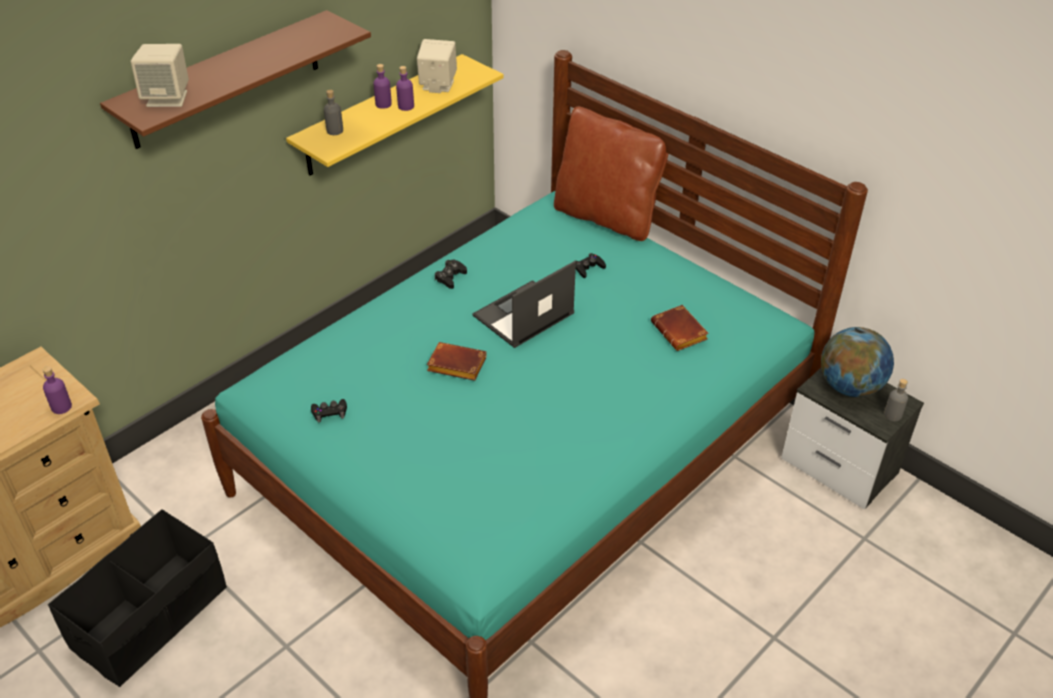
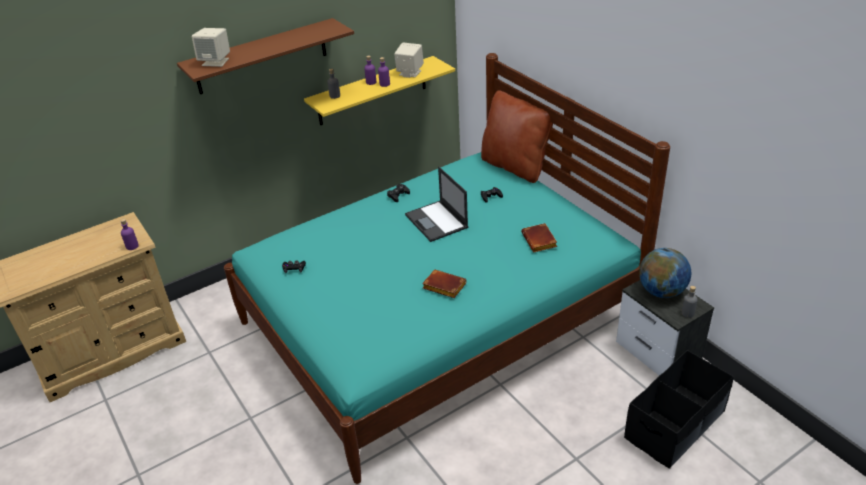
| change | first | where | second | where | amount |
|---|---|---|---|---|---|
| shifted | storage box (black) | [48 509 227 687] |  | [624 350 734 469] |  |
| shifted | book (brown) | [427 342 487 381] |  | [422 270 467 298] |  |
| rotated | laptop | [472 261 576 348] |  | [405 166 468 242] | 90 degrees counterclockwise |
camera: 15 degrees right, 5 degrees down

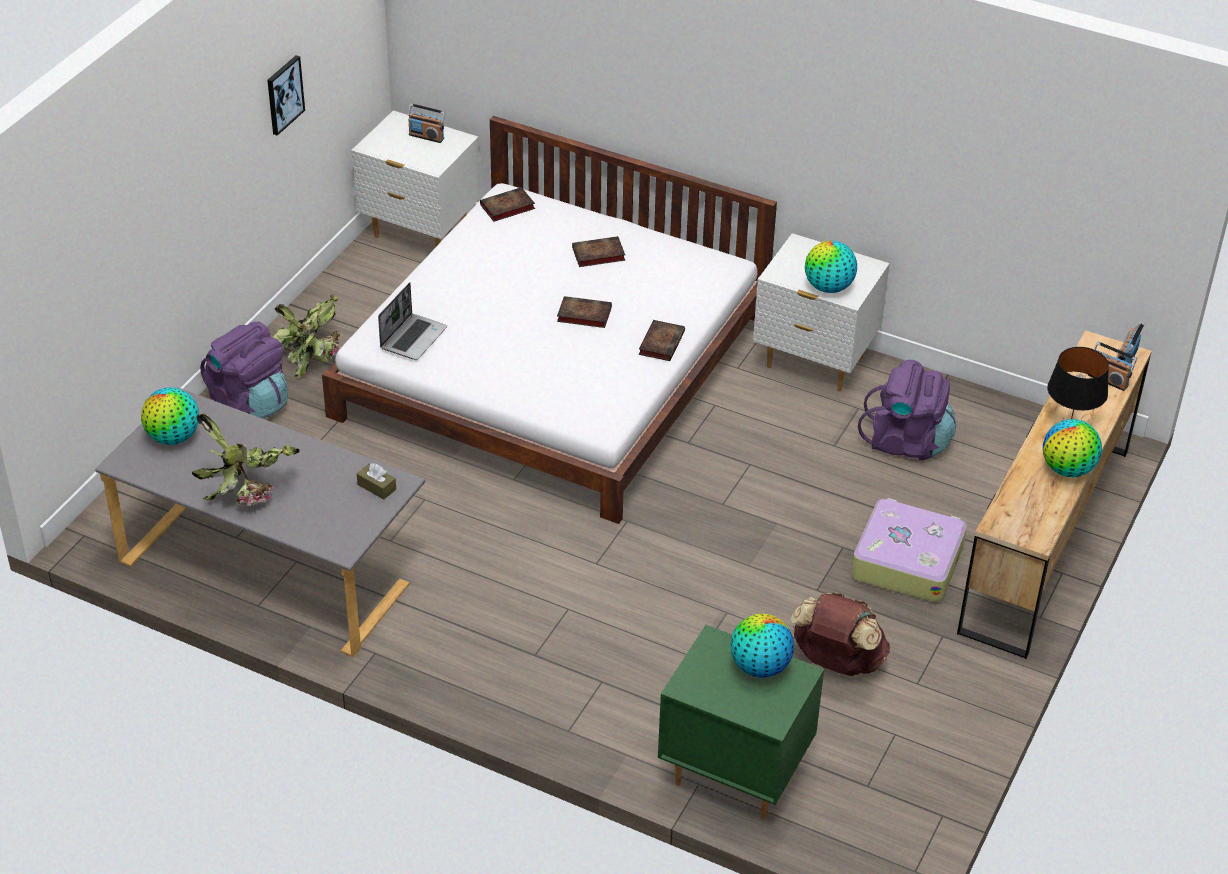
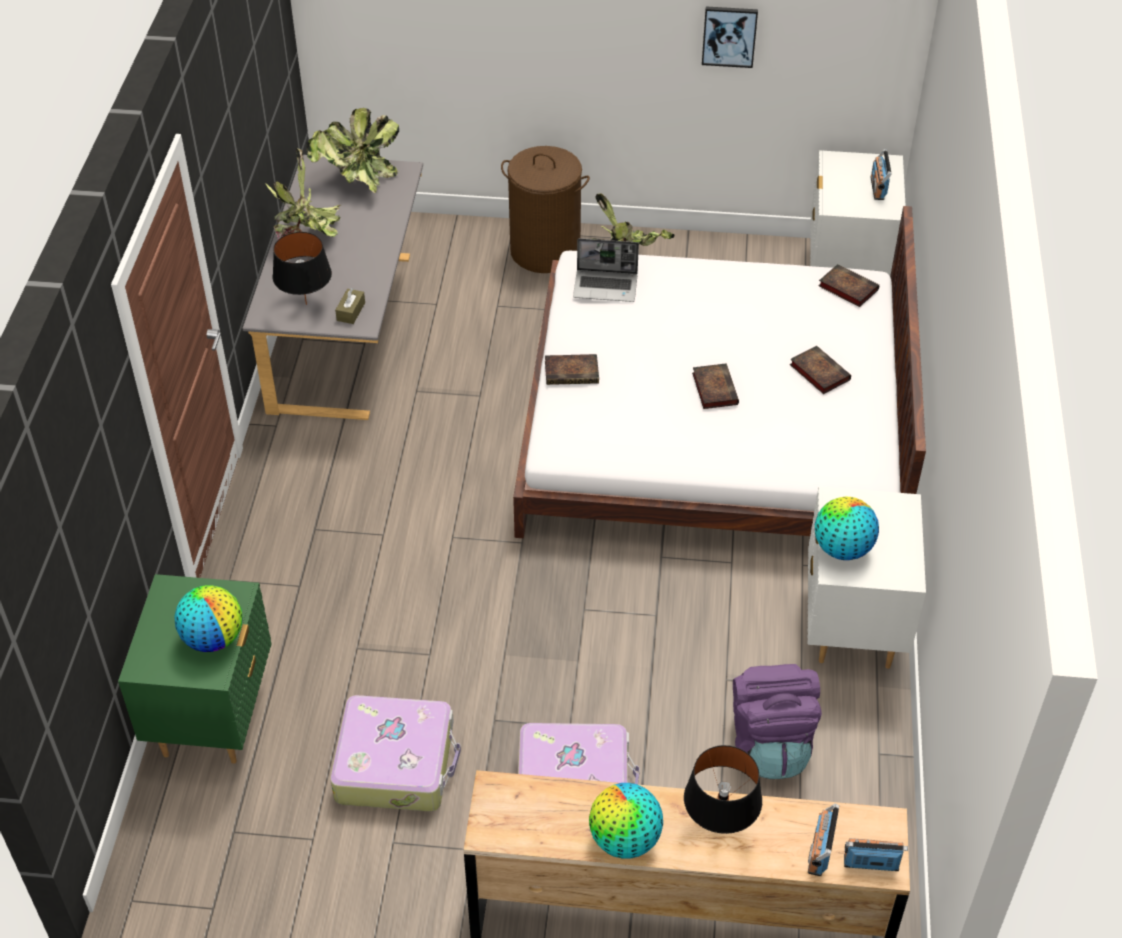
| change | first | where | second | where | amount |
|---|---|---|---|---|---|
| new |  |  | table lamp (black) | [272 232 332 305] |  |
| shifted | book | [639 320 685 361] |  | [545 354 599 385] |  |
| swapped | globe | [141 387 199 445] | potted plant | [306 108 399 193] |  |
| swapped | backpack (purple) | [200 322 288 419] | laundry basket (brown) | [501 146 590 273] |  |
| swapped | backpack (brown) | [791 592 890 676] | suitcase | [330 695 461 811] |  |
camera: 70 degrees right, 5 degrees up

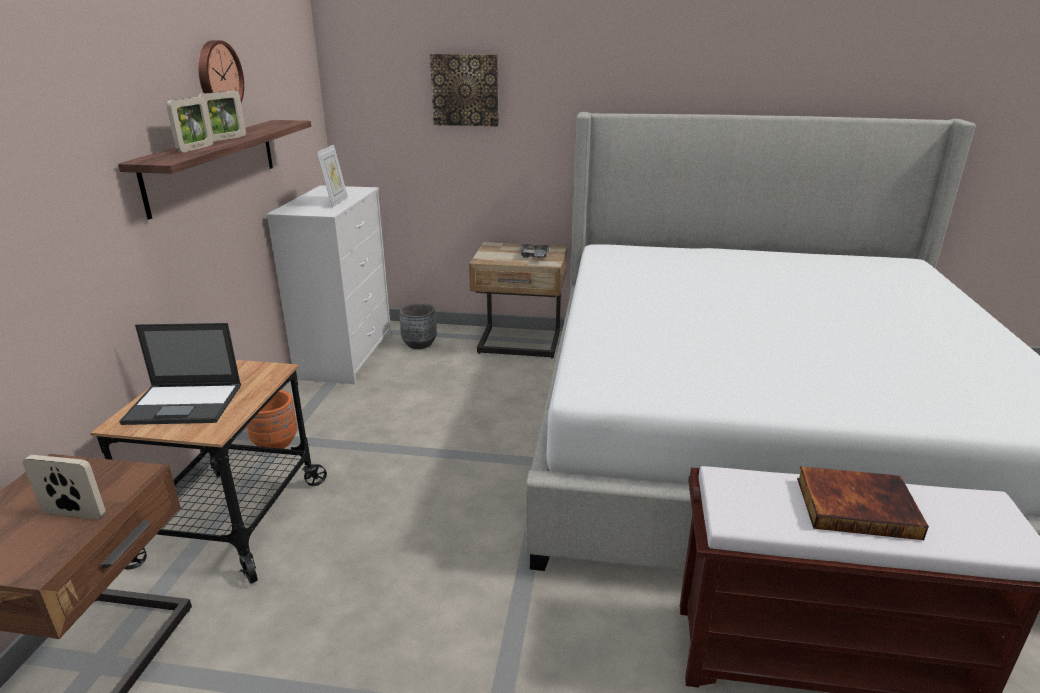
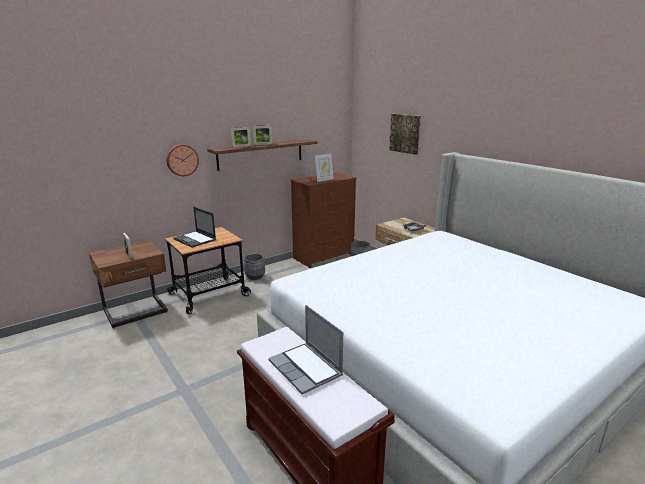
| change | first | where | second | where | amount |
|---|---|---|---|---|---|
| shifted | wall clock | [198 40 244 103] |  | [166 144 199 176] |  |
| swapped | book | [797 466 929 540] | laptop | [268 305 343 394] |  |
| repainted | planter (orange) | [247 390 297 449] | planter (grey) | [244 253 265 280] |  |
| repainted | dresser (white) | [266 185 391 384] | dresser (brown) | [291 173 357 268] |  |
camera: 45 degrees right, 5 degrees down

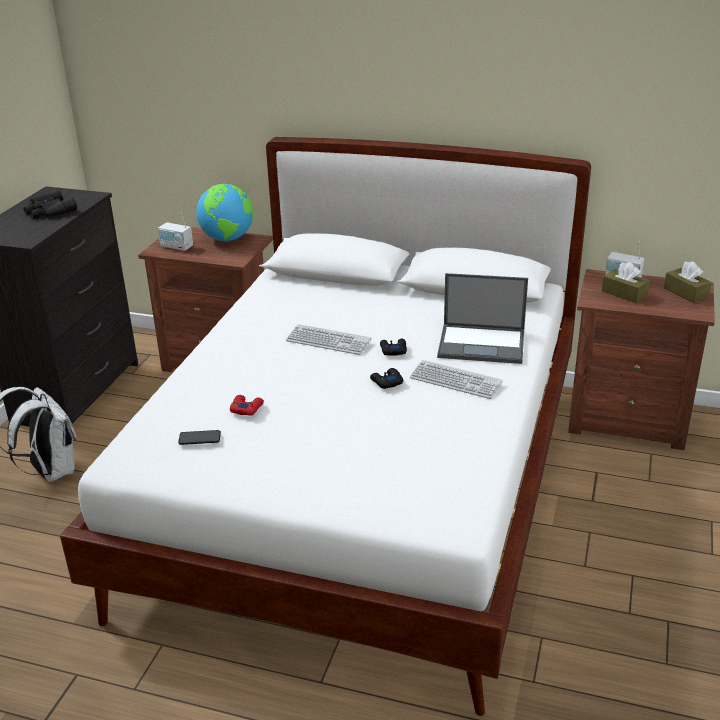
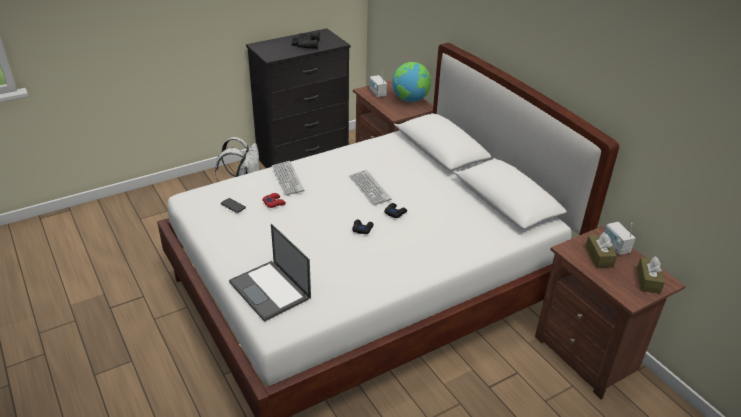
| change | first | where | second | where | amount |
|---|---|---|---|---|---|
| shifted | keyboard | [410 360 503 399] |  | [272 161 304 196] |  |
| shifted | laptop | [437 273 528 364] |  | [229 224 311 322] |  |
camera: 40 degrees right, 5 degrees up

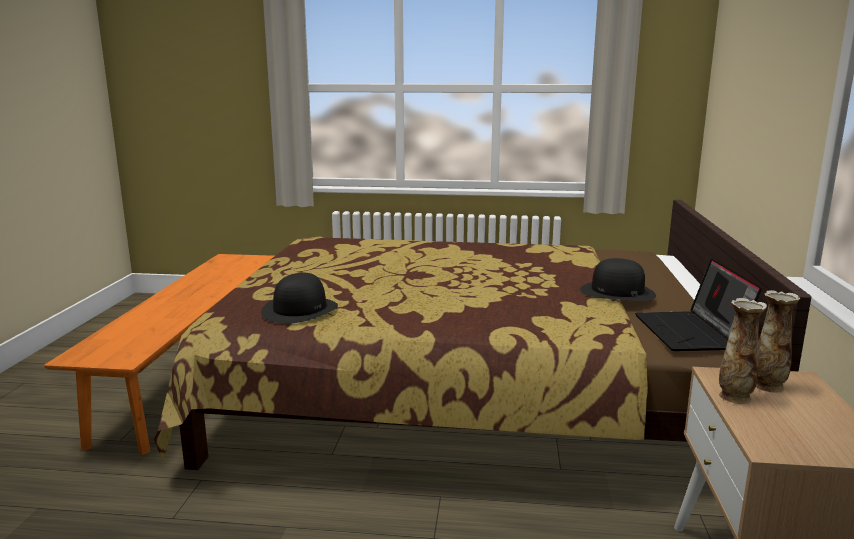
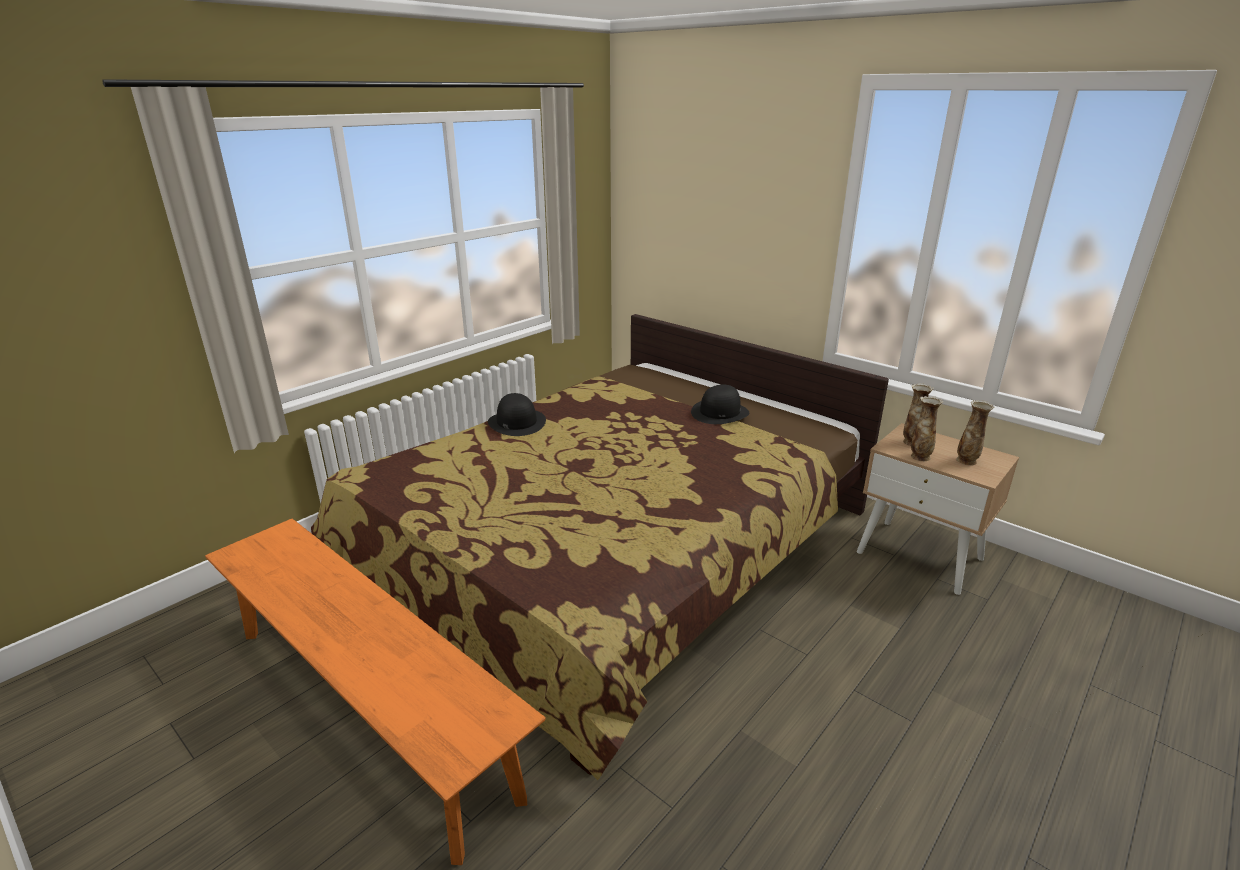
| change | first | where | second | where | amount |
|---|---|---|---|---|---|
| gone | laptop | [635 258 762 351] |  |  |  |
| new |  |  | vase | [956 400 995 466] |  |
| shifted | hat (black) | [261 273 338 324] |  | [488 393 546 436] |  |
camera: 55 degrees left, 10 degrees up

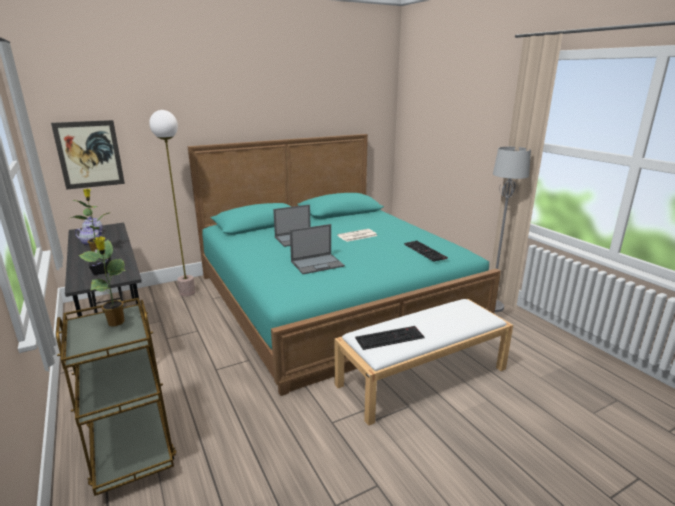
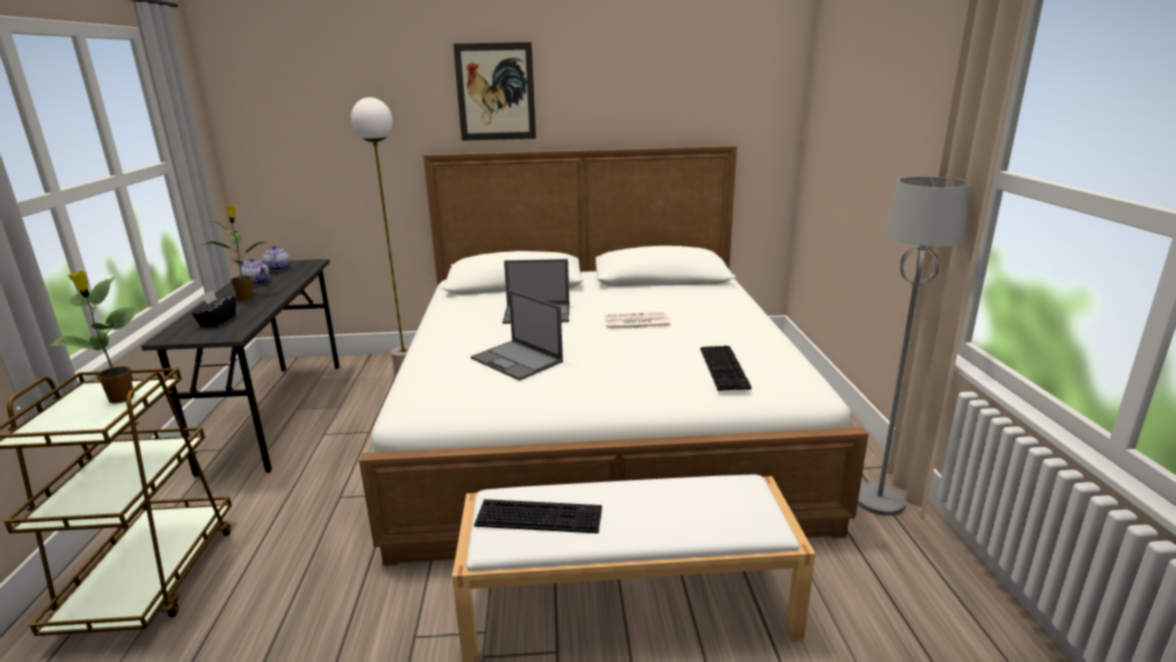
| change | first | where | second | where | amount |
|---|---|---|---|---|---|
| shifted | picture | [51 120 125 190] |  | [453 42 536 141] |  |
| repainted | bed (turquoise) | [188 134 501 396] | bed (white) | [359 145 869 566] |  |
| rotated | laptop | [290 224 345 274] |  | [471 290 563 381] | 45 degrees clockwise |
camera: 25 degrees right, 0 degrees up

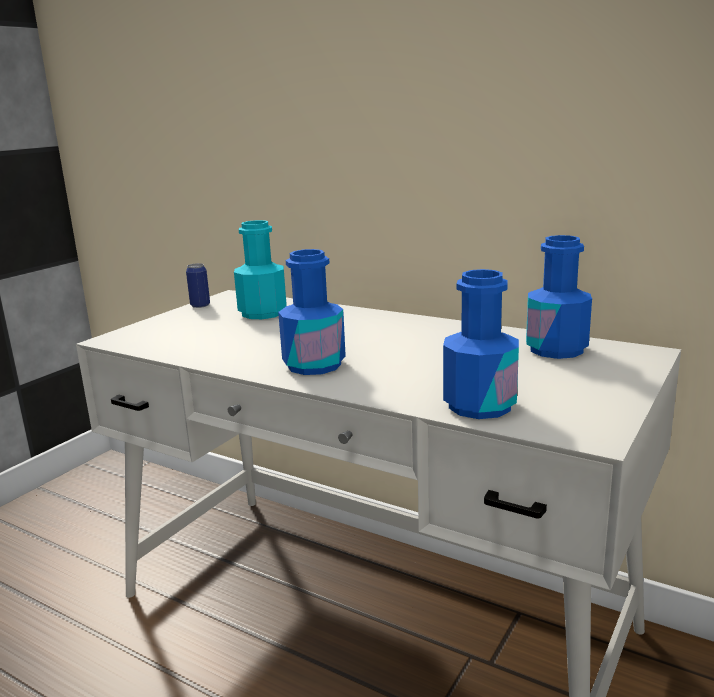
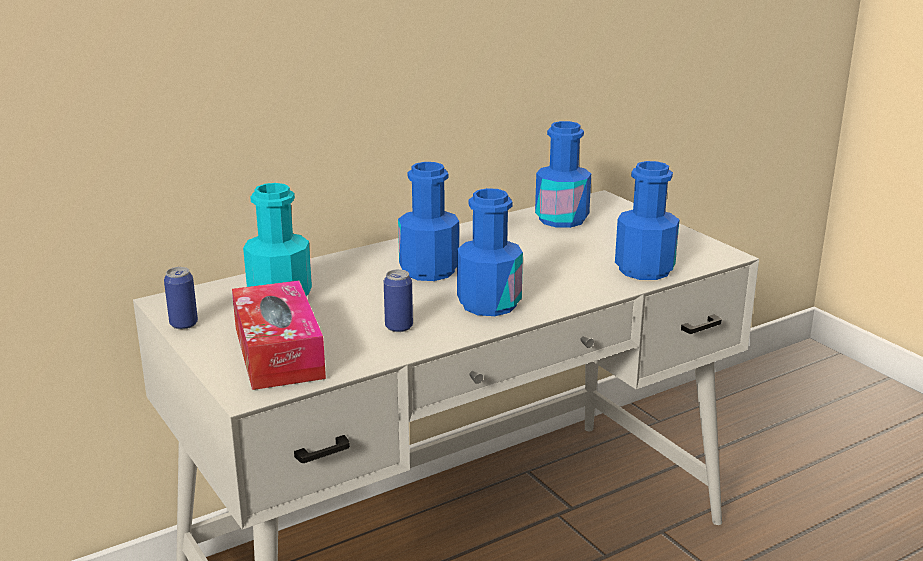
| change | first | where | second | where | amount |
|---|---|---|---|---|---|
| new |  |  | tissue box | [232 281 326 390] |  |
| new |  |  | can | [384 269 413 332] |  |
| new |  |  | bottle (blue) | [398 162 459 281] |  |
camera: 65 degrees left, 5 degrees up

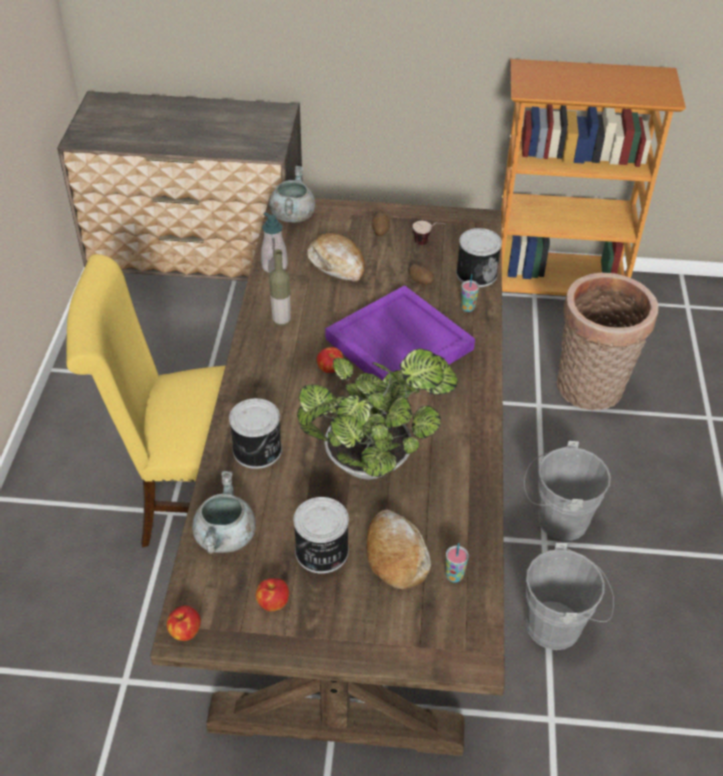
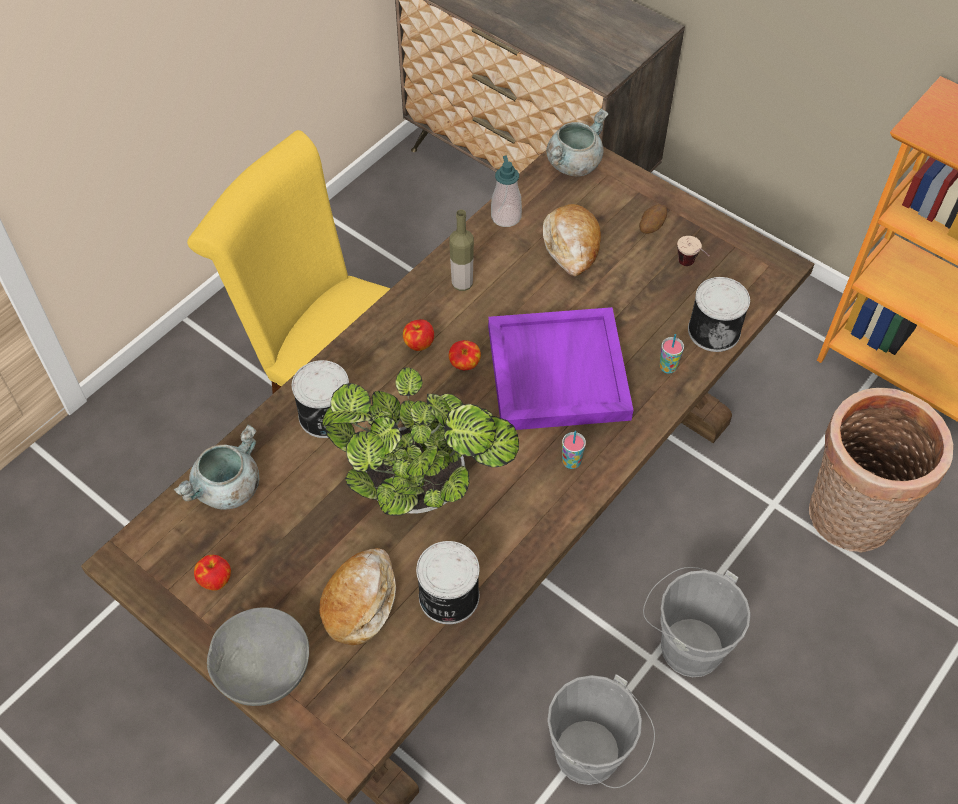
| change | first | where | second | where | amount |
|---|---|---|---|---|---|
| gone | potato | [409 264 435 285] |  |  |  |
| new |  |  | bowl (grey) | [207 607 309 706] |  |
| shifted | apple | [167 606 201 641] |  | [403 319 434 351] |  |
| shifted | can | [293 497 349 574] |  | [416 541 479 624] |  |
| shifted | cup | [445 543 469 583] |  | [562 431 586 469] |  |
camera: 35 degrees right, 10 degrees up

